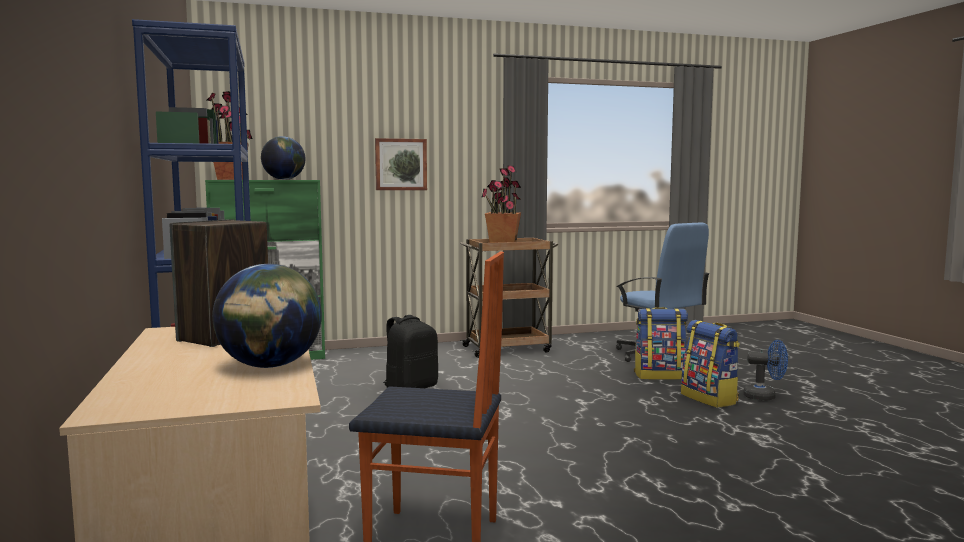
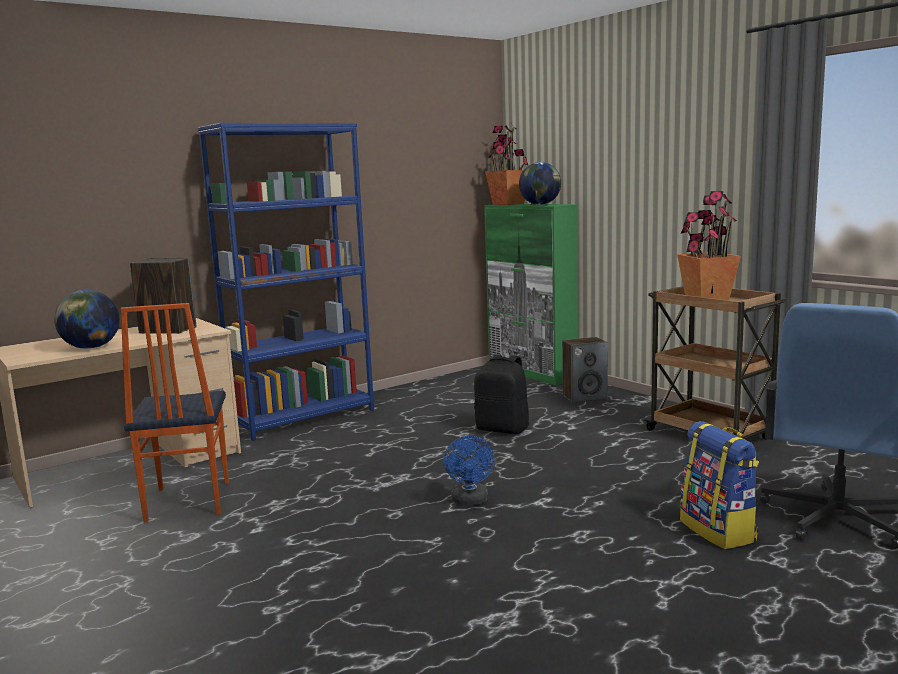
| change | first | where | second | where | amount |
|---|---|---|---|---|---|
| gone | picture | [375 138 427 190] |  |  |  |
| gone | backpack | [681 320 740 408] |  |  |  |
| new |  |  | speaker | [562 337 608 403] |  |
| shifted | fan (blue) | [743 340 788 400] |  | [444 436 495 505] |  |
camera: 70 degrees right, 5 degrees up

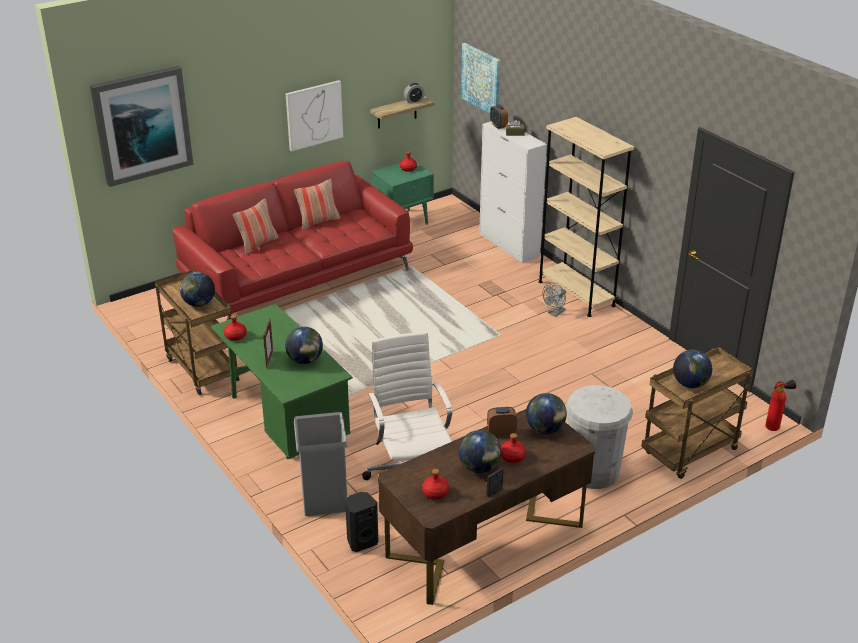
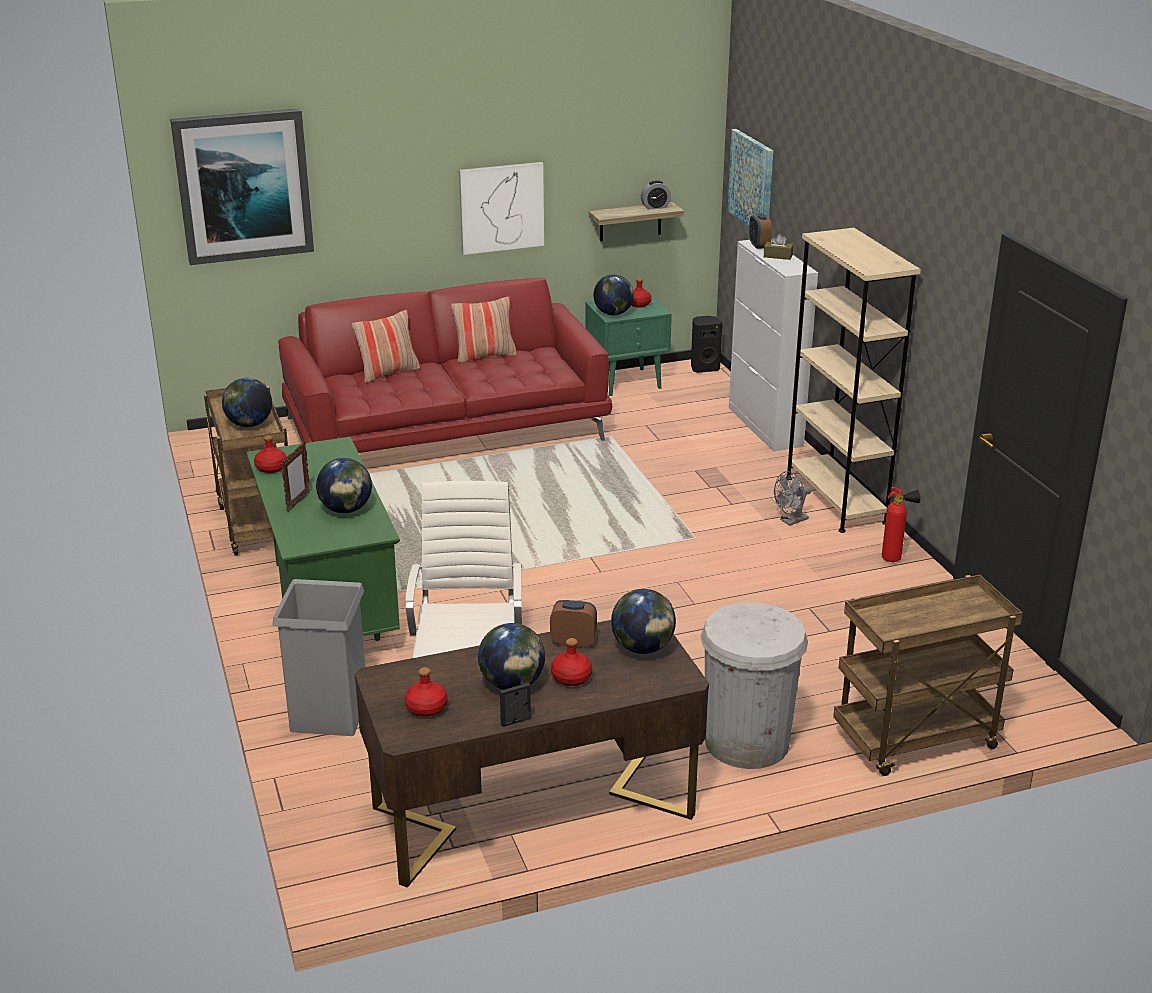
| change | first | where | second | where | amount |
|---|---|---|---|---|---|
| shifted | speaker (black) | [345 492 378 552] |  | [691 316 722 373] |  |
| shifted | globe | [673 350 712 388] |  | [593 274 634 315] |  |
| shifted | fire extinguisher | [765 379 796 431] |  | [882 487 921 562] |  |
camera: 15 degrees right, 5 degrees down

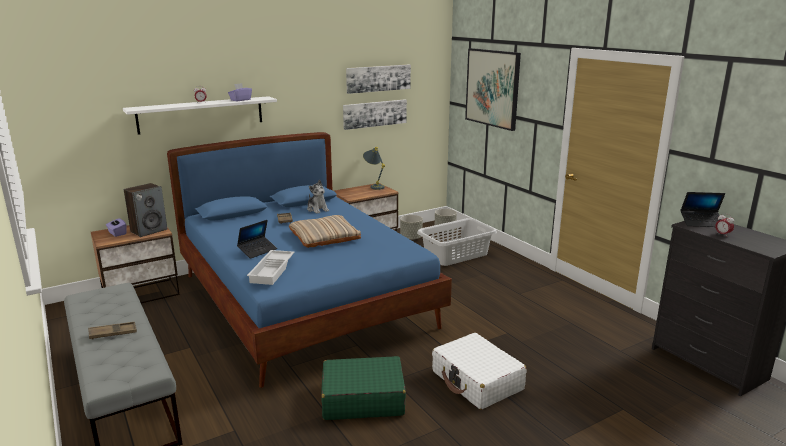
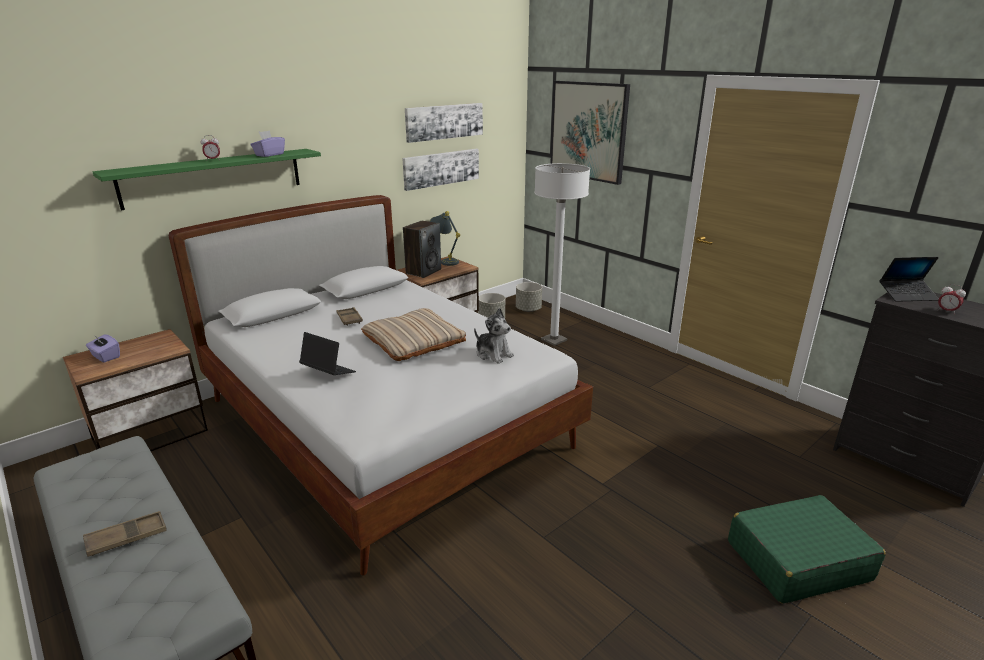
| change | first | where | second | where | amount |
|---|---|---|---|---|---|
| gone | tray (white) | [247 250 294 285] |  |  |  |
| gone | suitcase (white) | [432 333 527 410] |  |  |  |
| shifted | speaker | [124 183 167 237] |  | [403 221 441 278] |  |
| shifted | plush toy | [307 179 329 214] |  | [474 308 514 364] |  |
| shifted | suitcase (green) | [321 356 406 420] |  | [728 495 886 604] |  |
| swapped | laundry basket (grey) | [417 218 497 266] | floor lamp (white) | [534 163 590 346] |  |
| repainted | shelf (white) | [123 96 277 135] | shelf (green) | [92 149 321 210] |  |
| repainted | bed (blue) | [167 132 452 388] | bed (white) | [169 195 593 576] |  |
| rotated | laptop | [237 220 277 259] |  | [299 332 356 375] | 90 degrees counterclockwise |
camera: 10 degrees left, 5 degrees up

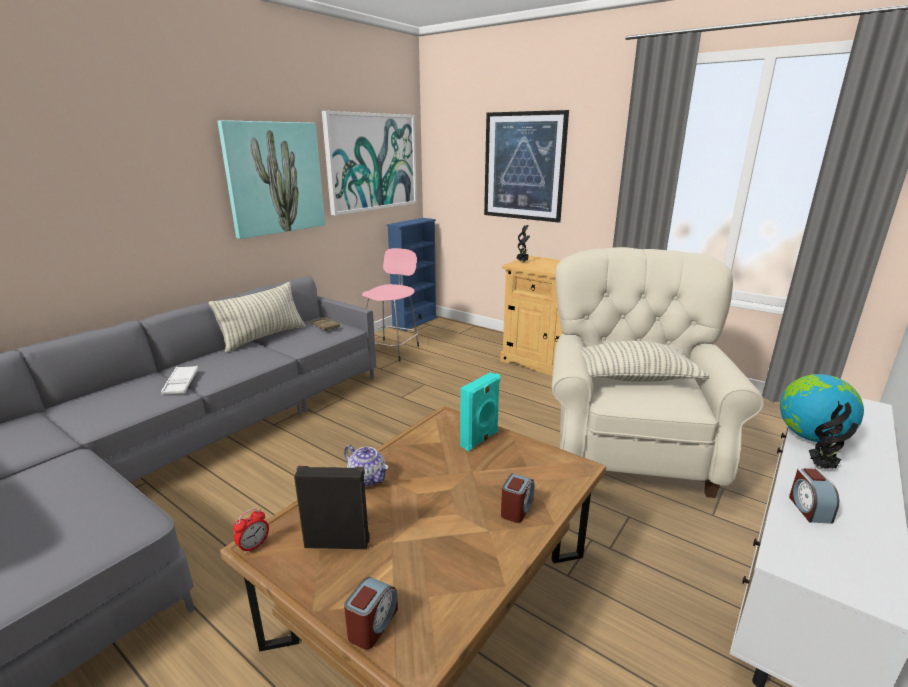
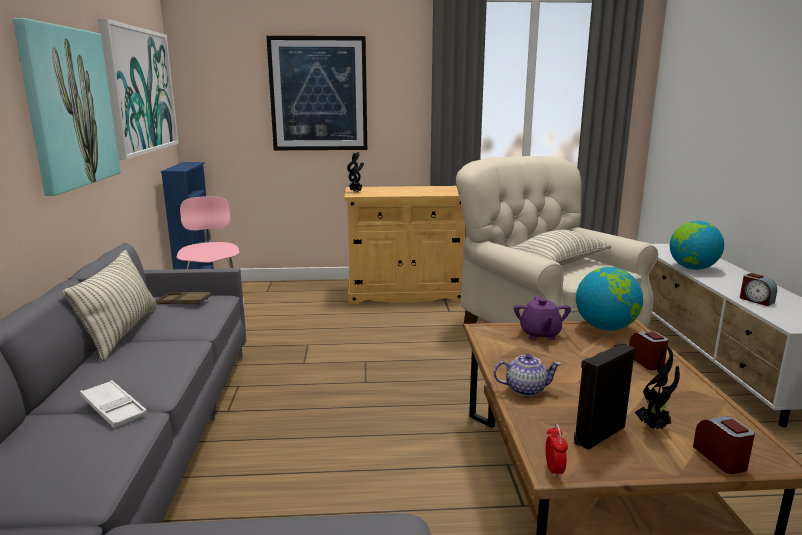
| change | first | where | second | where | amount |
|---|---|---|---|---|---|
| new |  |  | globe | [576 267 643 331] |  |
| shifted | potted plant | [809 401 858 469] |  | [635 344 680 430] |  |
| swapped | speaker (turquoise) | [460 372 500 451] | teapot (purple) | [514 296 571 340] |  |
camera: 40 degrees left, 5 degrees down

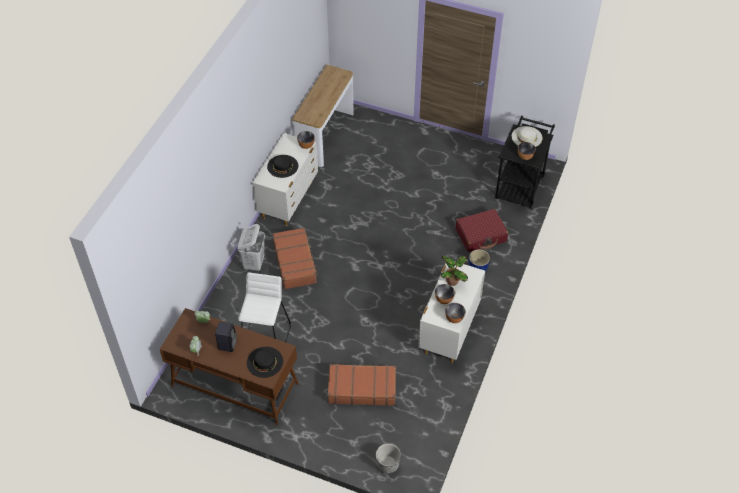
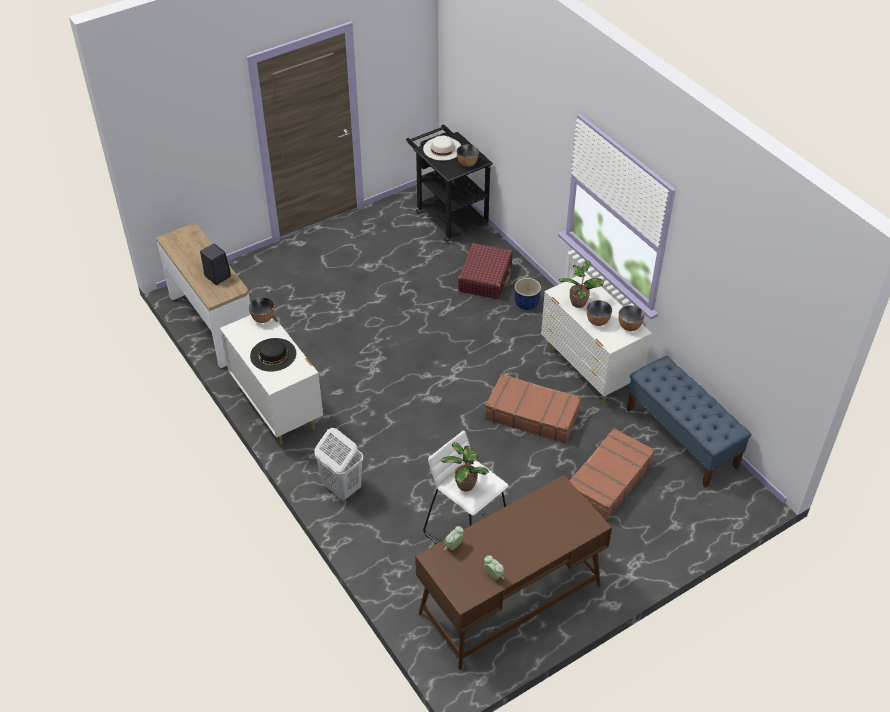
| change | first | where | second | where | amount |
|---|---|---|---|---|---|
| gone | hat (black) | [247 347 283 378] |  |  |  |
| gone | planter | [376 444 401 474] |  |  |  |
| new |  |  | potted plant | [441 442 489 491] |  |
| new |  |  | bench (blue) | [627 356 752 488] |  |
| shifted | speaker (black) | [215 322 237 352] |  | [200 244 231 285] |  |
| shifted | suitcase (brown) | [273 228 318 290] |  | [485 374 581 444] |  |
camera: 55 degrees left, 5 degrees down

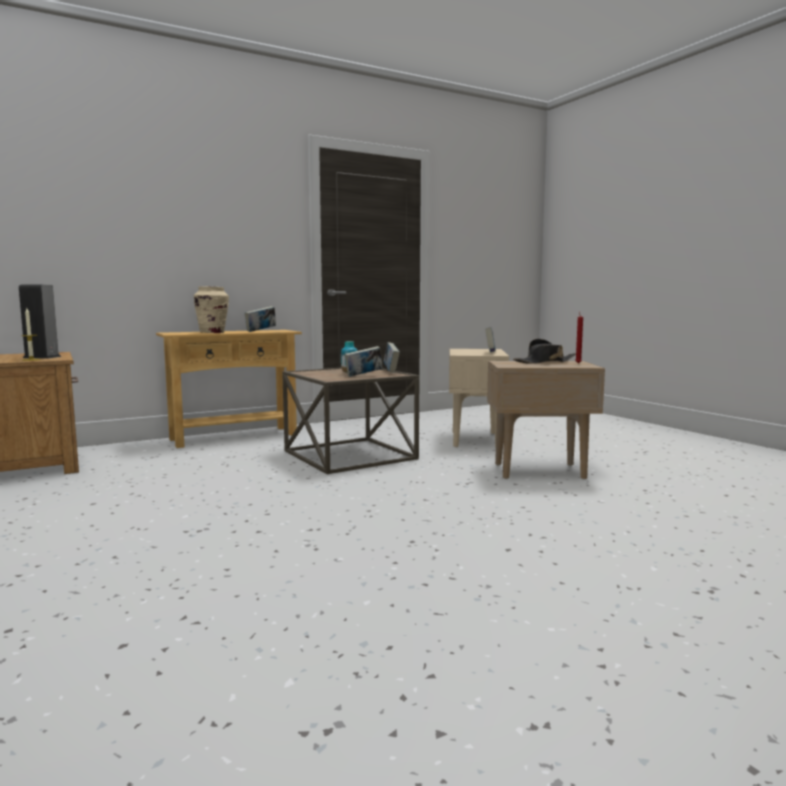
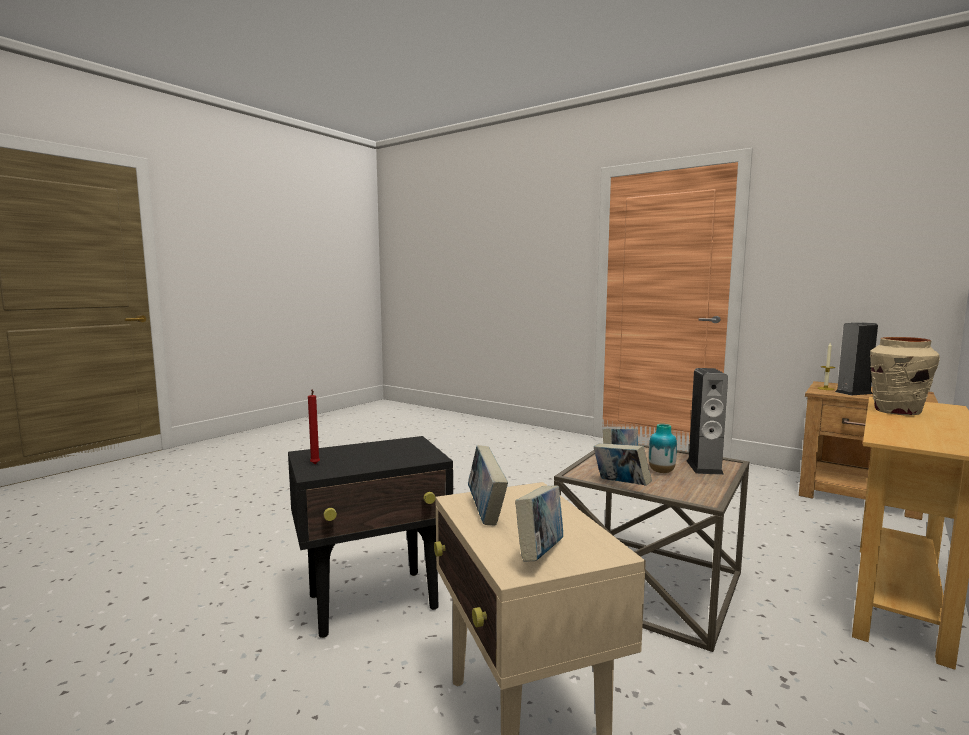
| change | first | where | second | where | amount |
|---|---|---|---|---|---|
| gone | hat (black) | [513 339 576 364] |  |  |  |
| new |  |  | speaker | [687 368 728 475] |  |
| shifted | book | [245 306 276 332] |  | [515 485 563 562] |  |
| repainted | side table (beige) | [487 361 605 479] | side table (black) | [288 436 453 638] |  |
camera: 155 degrees right, 0 degrees up

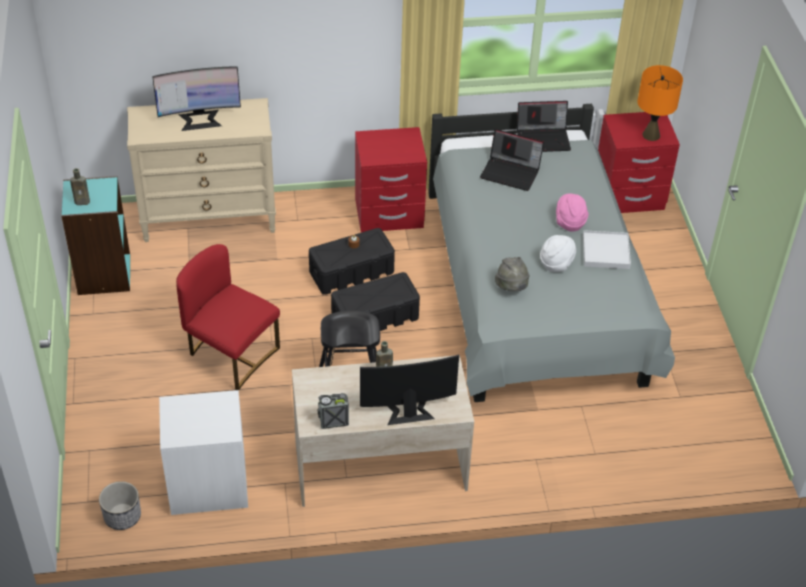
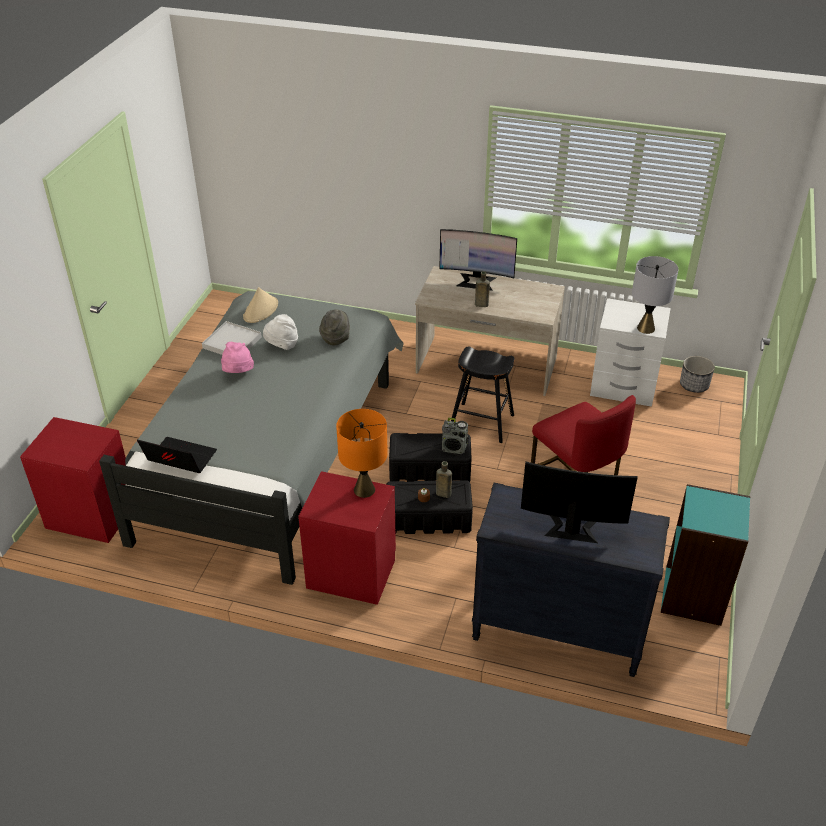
| change | first | where | second | where | amount |
|---|---|---|---|---|---|
| gone | laptop | [480 129 544 191] |  |  |  |
| new |  |  | hat (beige) | [243 287 278 323] |  |
| new |  |  | table lamp (grey) | [632 256 679 334] |  |
| shifted | bottle (brown) | [70 168 90 205] |  | [436 461 452 498] |  |
| shifted | radio | [318 393 349 429] |  | [442 418 468 454] |  |
| shifted | table lamp (orange) | [637 65 683 141] |  | [336 409 388 498] |  |
| repainted | dresser (beige) | [127 98 276 242] | dresser (black) | [472 483 670 677] |  |
camera: 155 degrees left, 5 degrees down

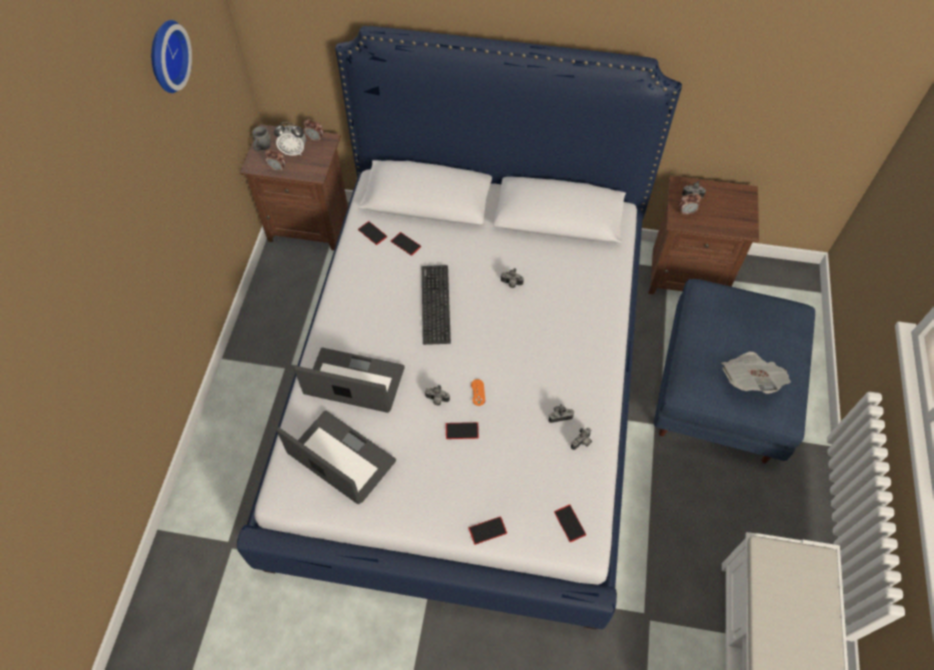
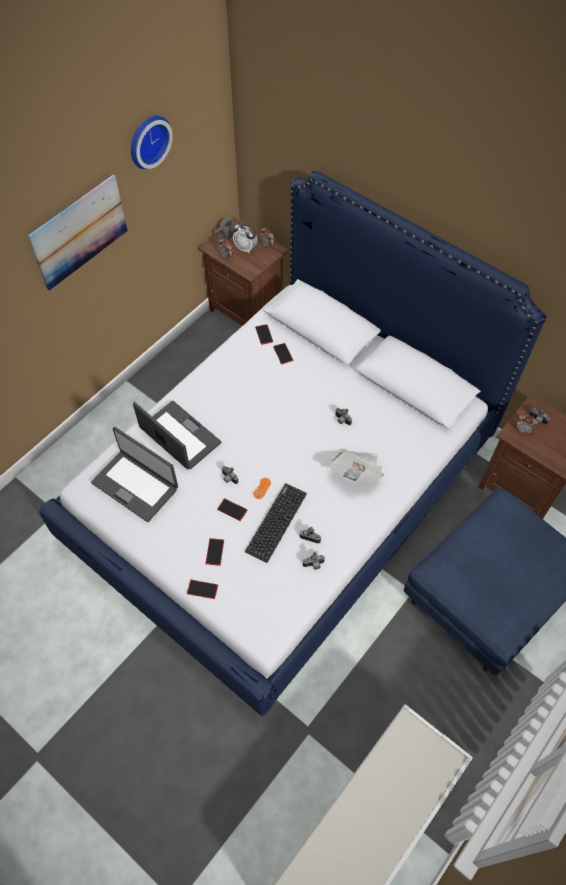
| change | first | where | second | where | amount |
|---|---|---|---|---|---|
| new |  |  | picture | [27 174 128 291] |  |
| shifted | keyboard | [422 265 451 345] |  | [245 483 307 563] |  |
| shifted | phone | [554 504 586 542] |  | [206 538 224 566] |  |
| shifted | newspaper | [721 352 791 394] |  | [329 449 384 483] |  |
| rotated | laptop | [276 410 396 504] |  | [91 427 178 522] | 150 degrees clockwise |
camera: 30 degrees right, 0 degrees up

